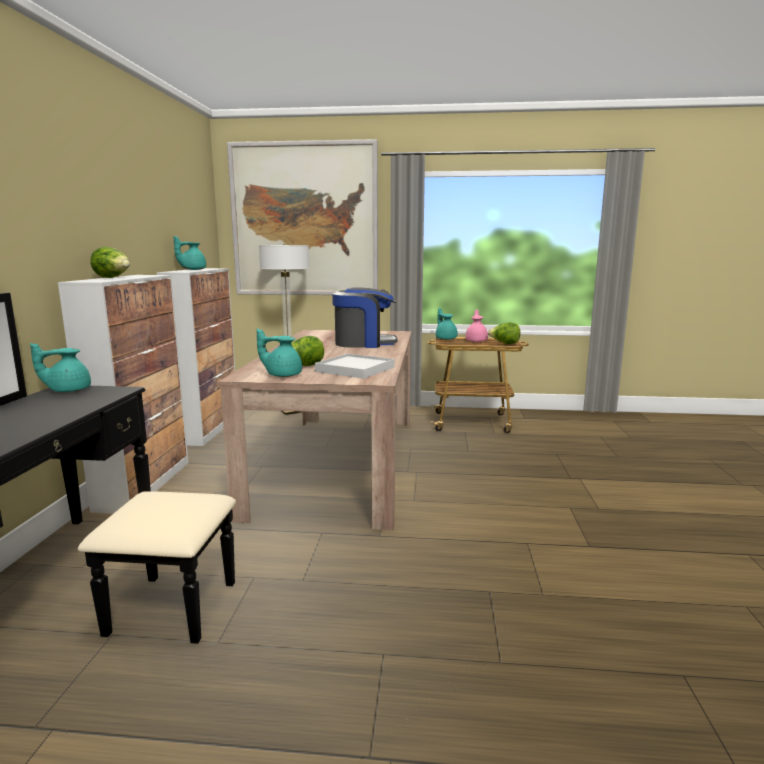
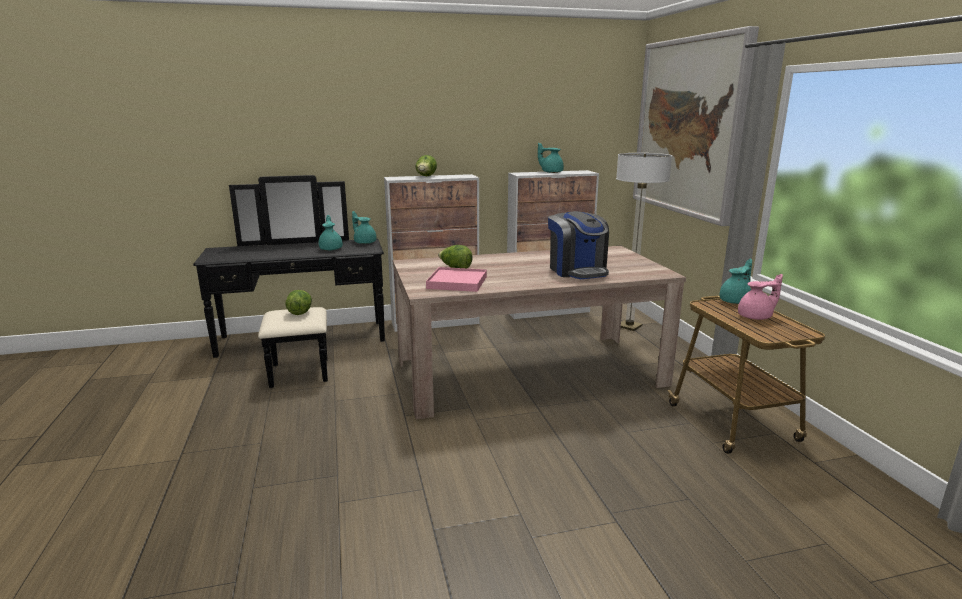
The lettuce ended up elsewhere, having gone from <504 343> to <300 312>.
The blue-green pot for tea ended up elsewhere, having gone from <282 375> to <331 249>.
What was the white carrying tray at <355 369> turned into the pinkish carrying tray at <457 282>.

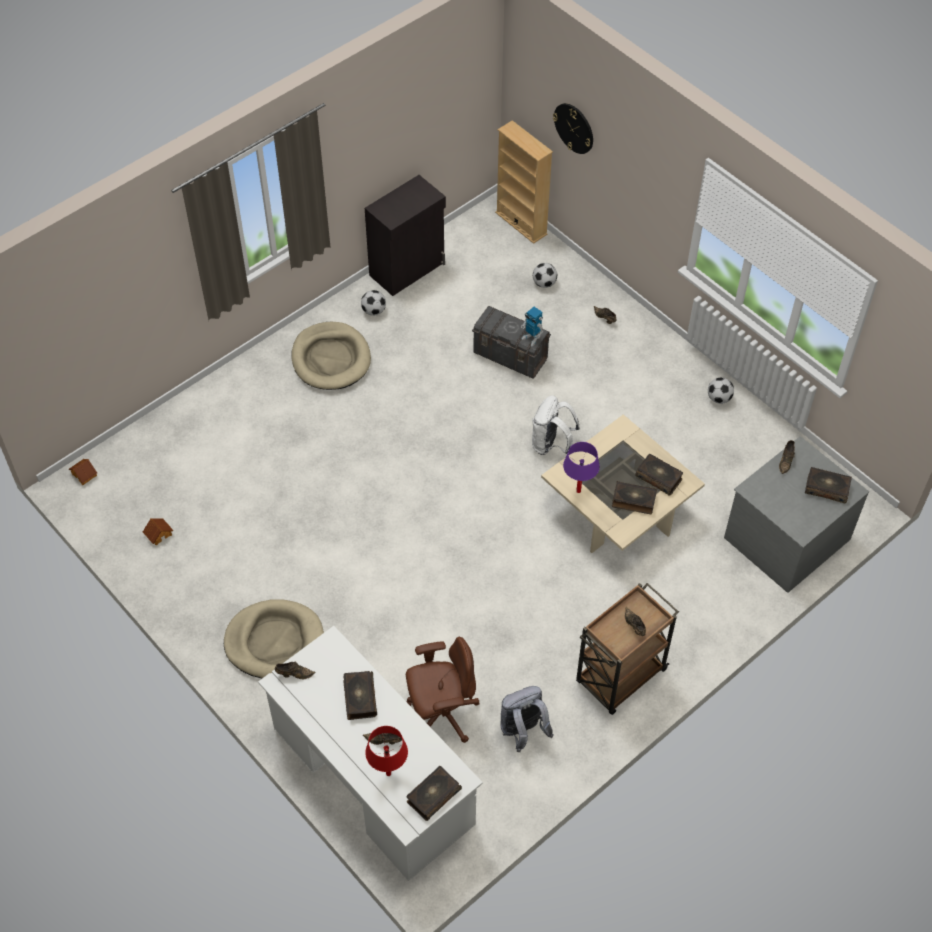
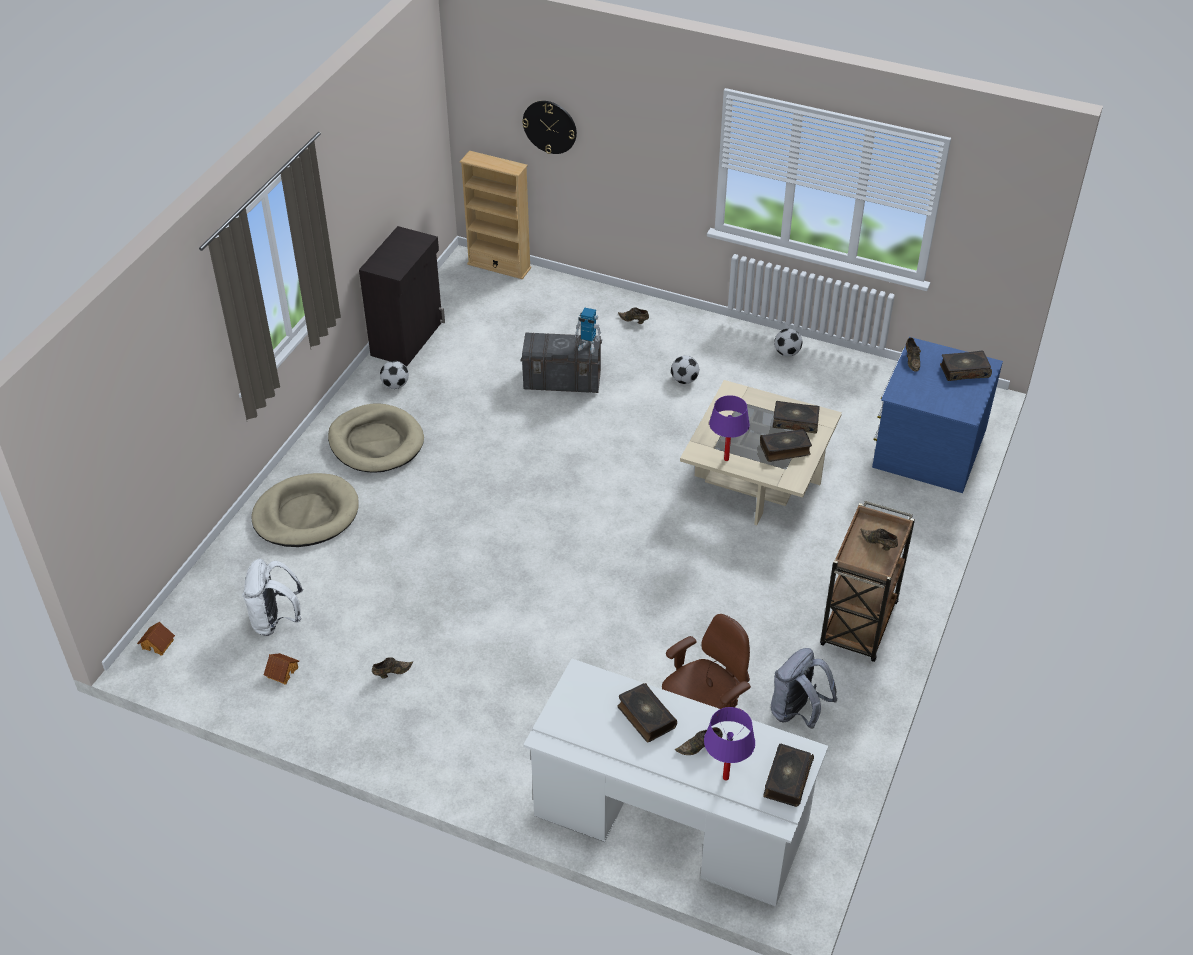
The ball for football ended up elsewhere, having gone from <544 283> to <684 380>.
The white rucksack ended up elsewhere, having gone from <551 444> to <276 620>.
What was the greyish drawer chest at <785 537> turned into the blue drawer chest at <927 447>.
The beige dog bed ended up elsewhere, having gone from <274 641> to <306 514>.
The brown-coloured item of footwear ended up elsewhere, having gone from <294 674> to <391 672>.
What was the red-coloured lamp for a table at <388 774> turned into the purplish lamp for a table at <725 778>.

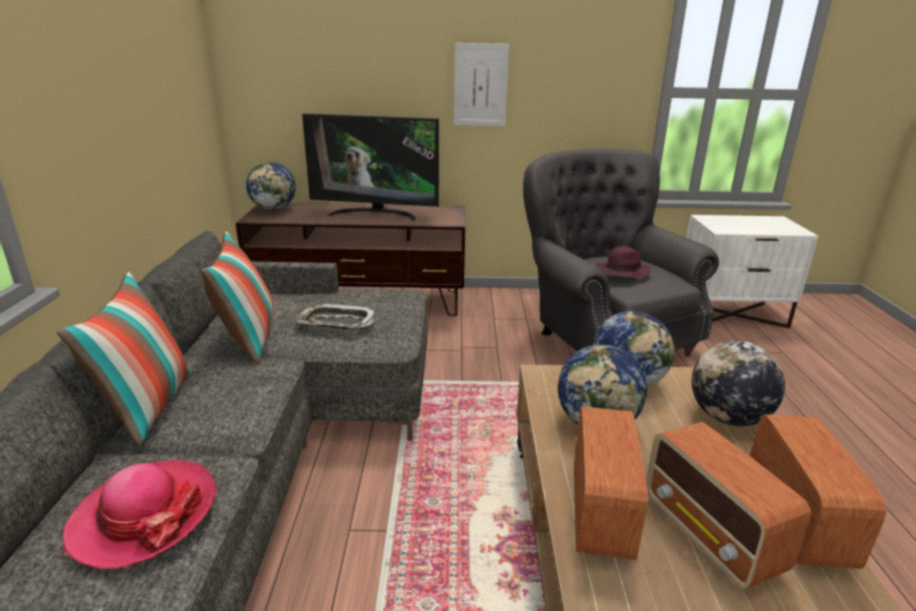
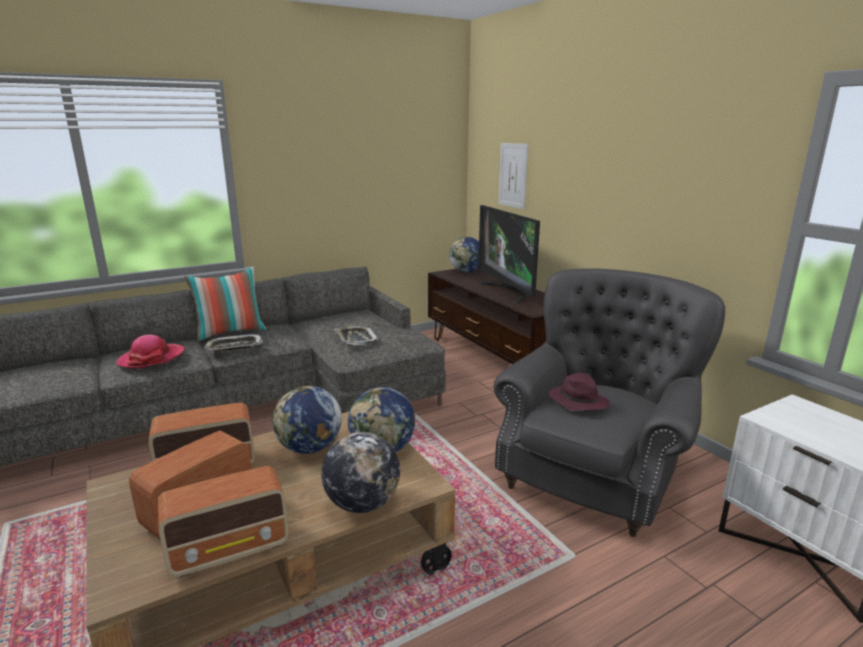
The wall picture ended up elsewhere, having gone from <480 85> to <513 175>.
The second view lost the throw pillow at <248 340>.
The second view gained the carrying tray at <234 347>.

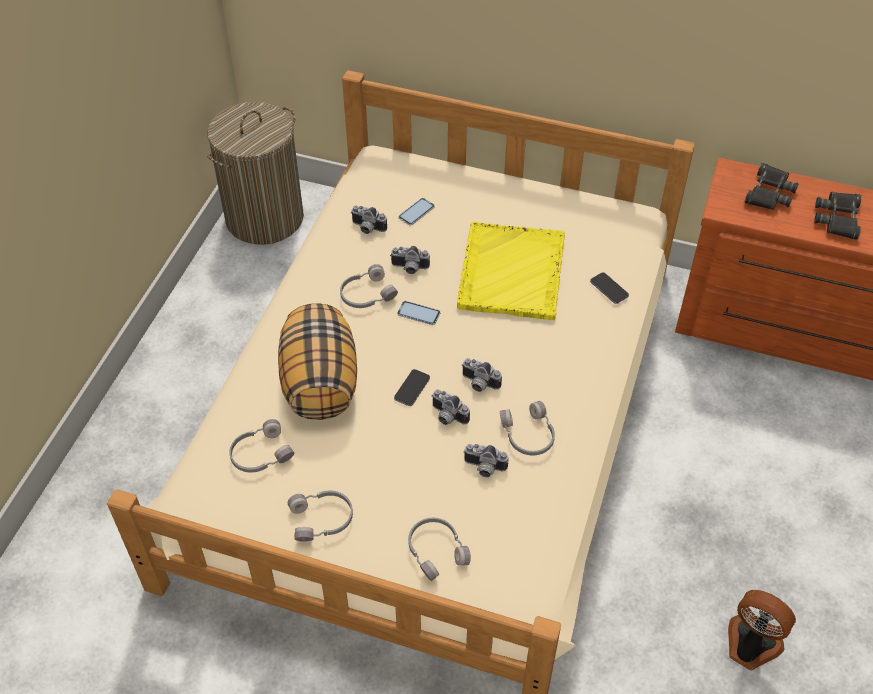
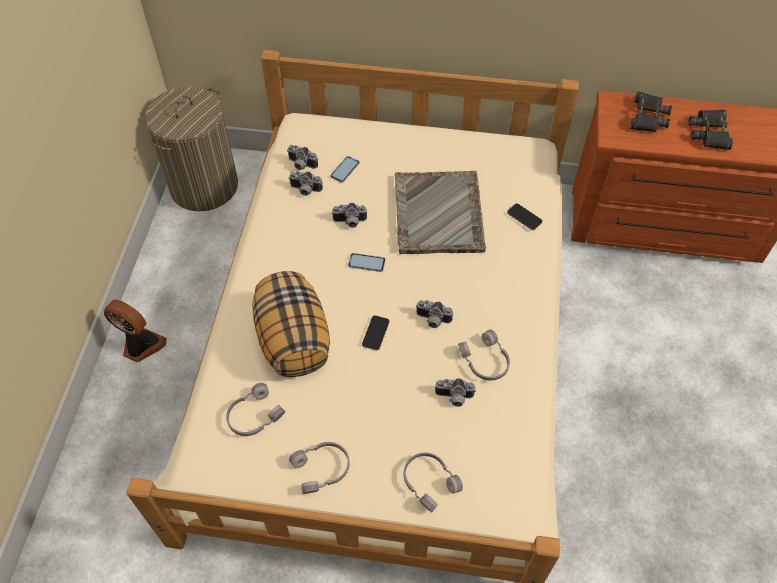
What was the yellow carrying tray at <511 273> turned into the greyish carrying tray at <438 214>.
The second view lost the greyish headset at <366 294>.
The still camera ended up elsewhere, having gone from <447 417> to <301 165>.
The cooling fan ended up elsewhere, having gone from <750 646> to <141 345>.

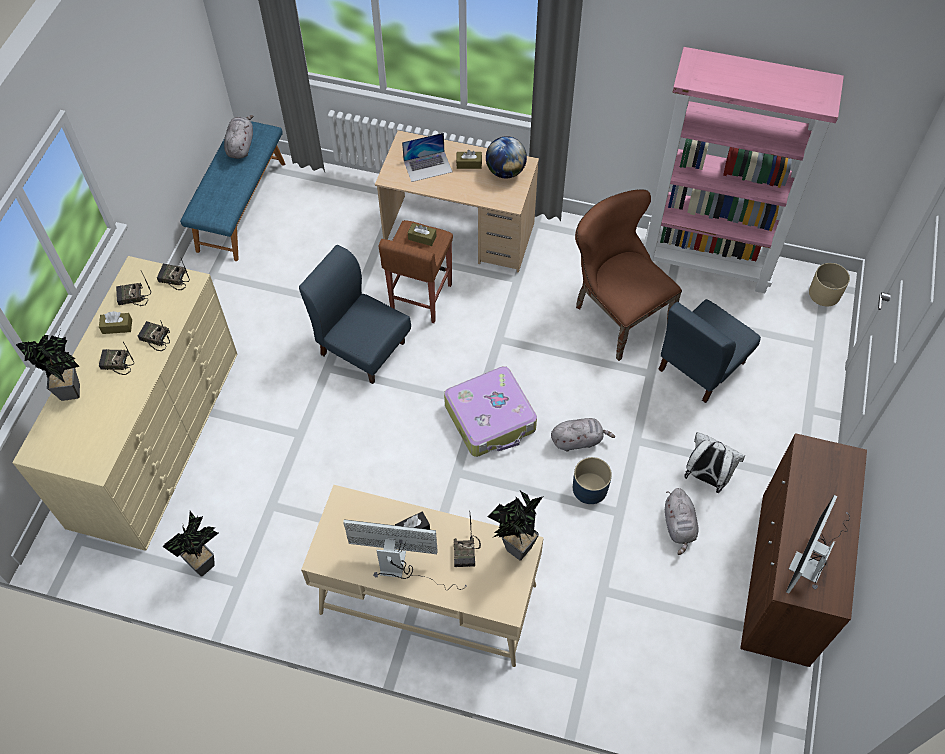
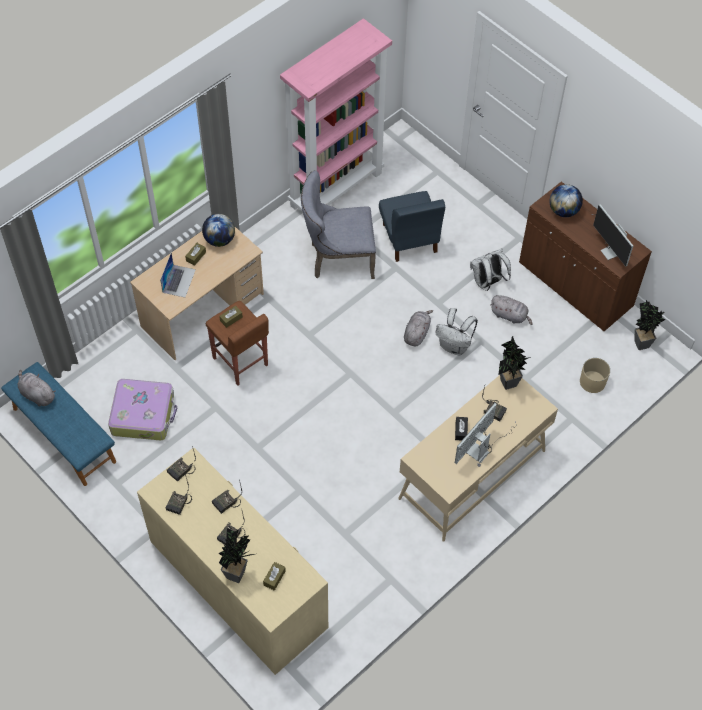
What was the brown-coloured plain chair at <616 313> turned into the greyish plain chair at <337 259>.
The second view lost the blue plain chair at <362 347>.
The beige flower pot ended up elsewhere, having gone from <824 294> to <592 382>.
The brown-coloured tissue box ended up elsewhere, having gone from <117 327> to <274 578>.
The travel case ended up elsewhere, having gone from <491 418> to <143 414>.
Where the blue flower pot stood at <590 488>, the white rucksack came to stand at <454 346>.
The plant in a pot ended up elsewhere, having gone from <207 564> to <642 341>.
The second view gained the desk globe at <563 210>.

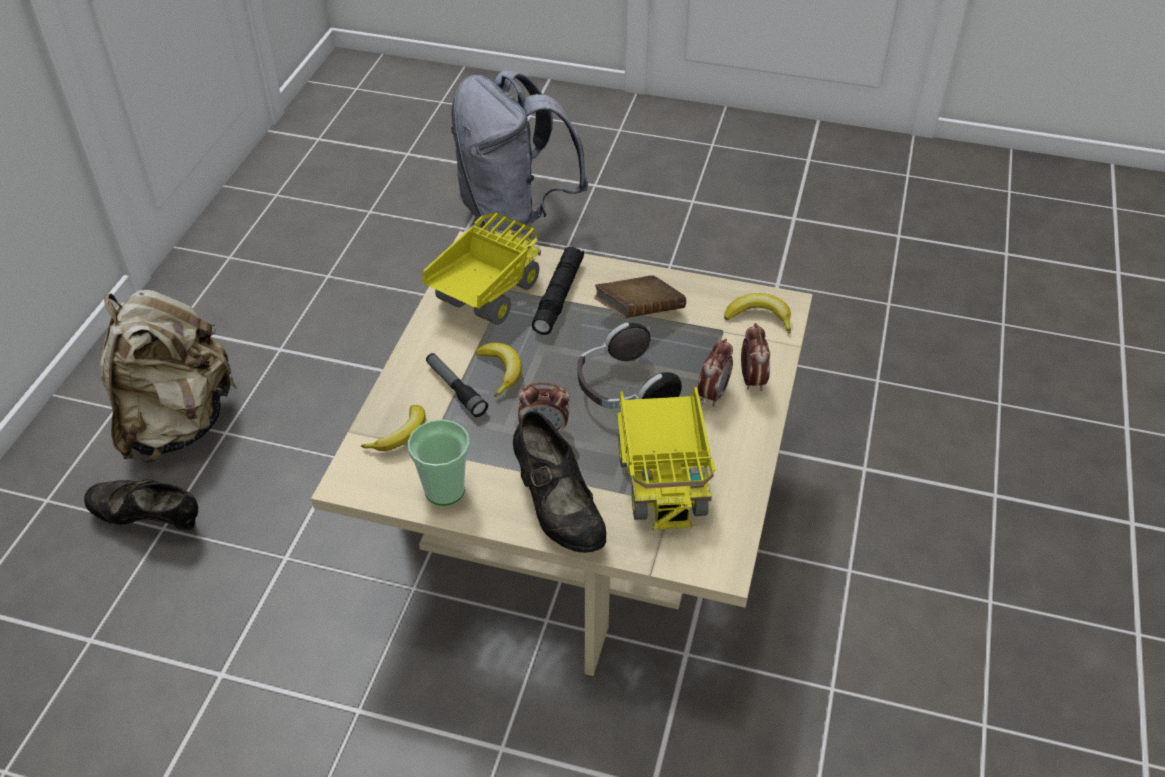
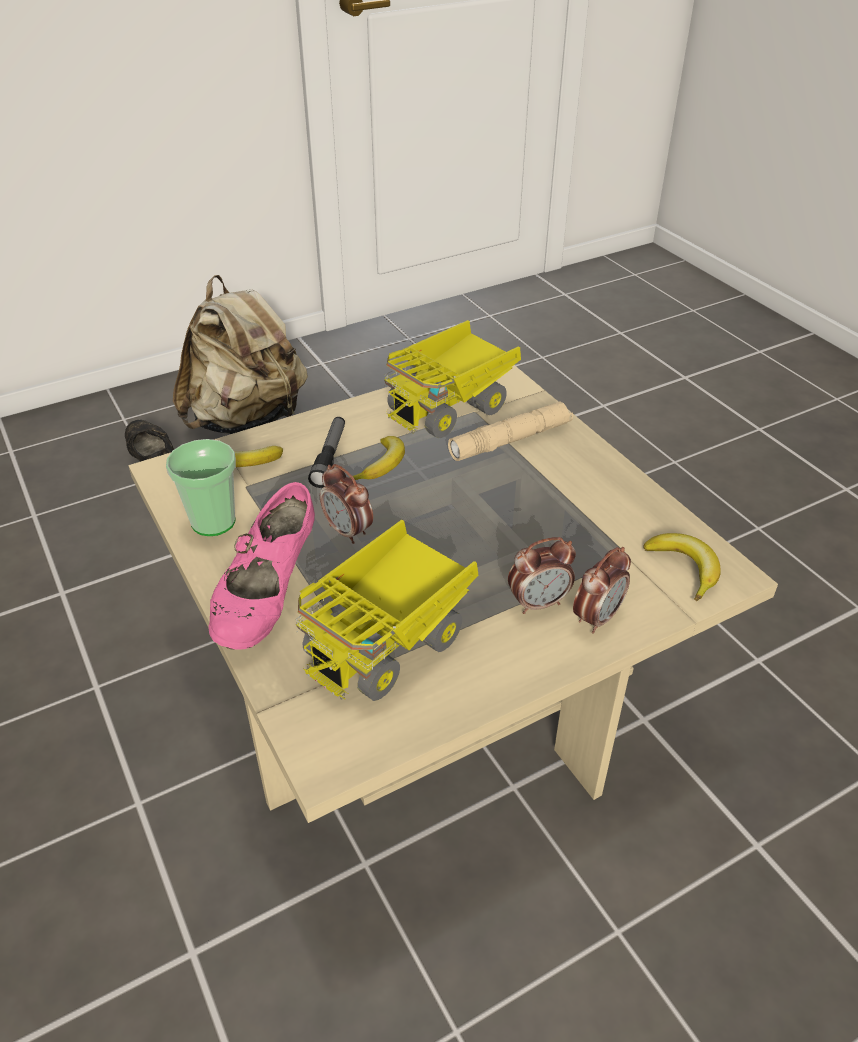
The second view lost the greyish rucksack at <515 220>.
The toy lorry at <485 296> ended up facing another way, 150 degrees clockwise from before.
What was the blackish hand torch at <558 296> turned into the beige hand torch at <510 440>.
The second view lost the brown-coloured volume at <639 313>.
The second view lost the headset at <622 389>.
What was the blackish item of footwear at <557 509> turned into the pinkish item of footwear at <268 598>.

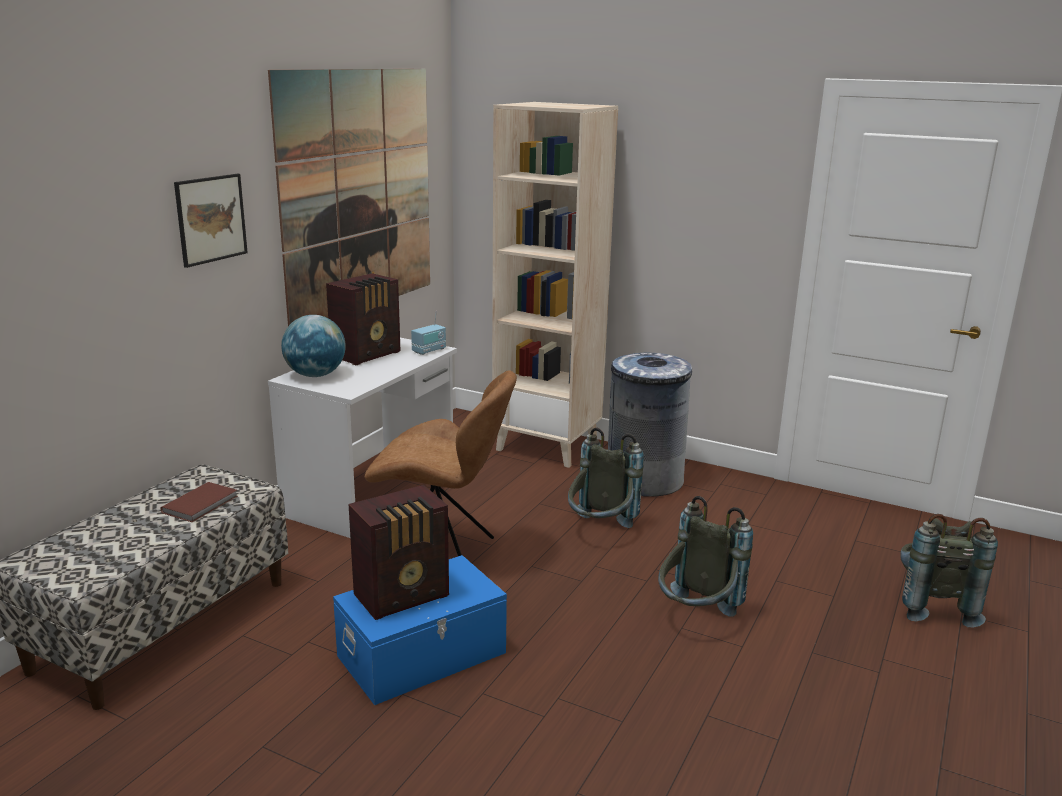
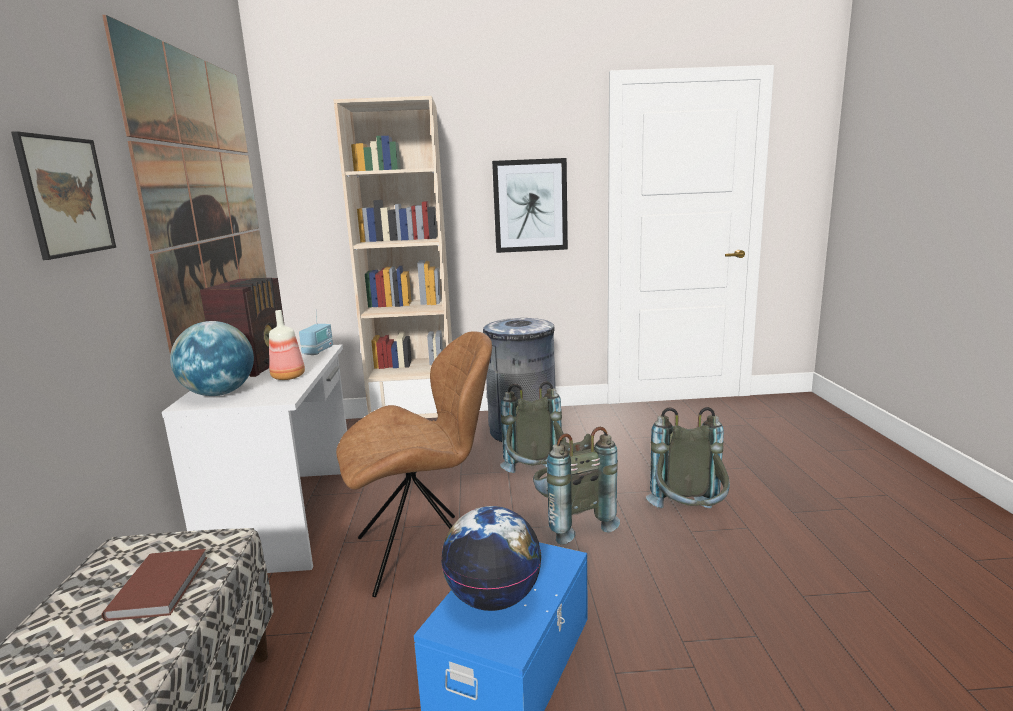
Where the radio stood at <404 596>, the desk globe came to stand at <494 599>.
The greyish rucksack ended up elsewhere, having gone from <931 605> to <571 522>.
The second view gained the wall picture at <530 206>.
The second view gained the beverage bottle at <289 376>.

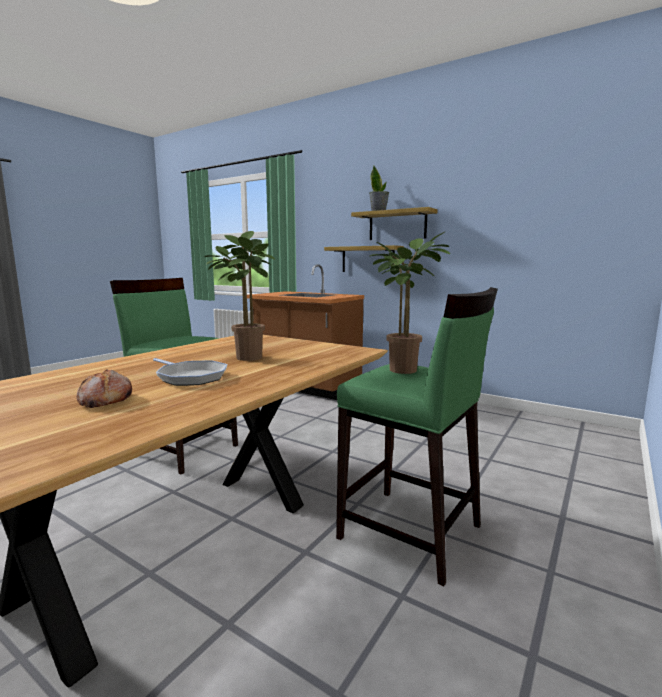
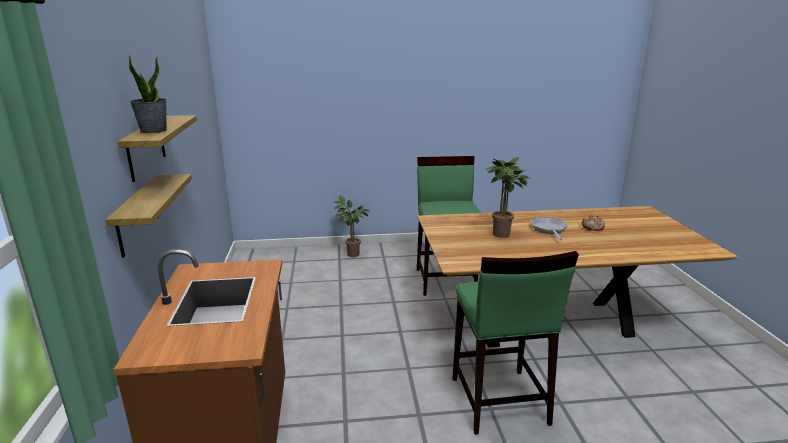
The plant in a pot ended up elsewhere, having gone from <404 369> to <351 255>.

